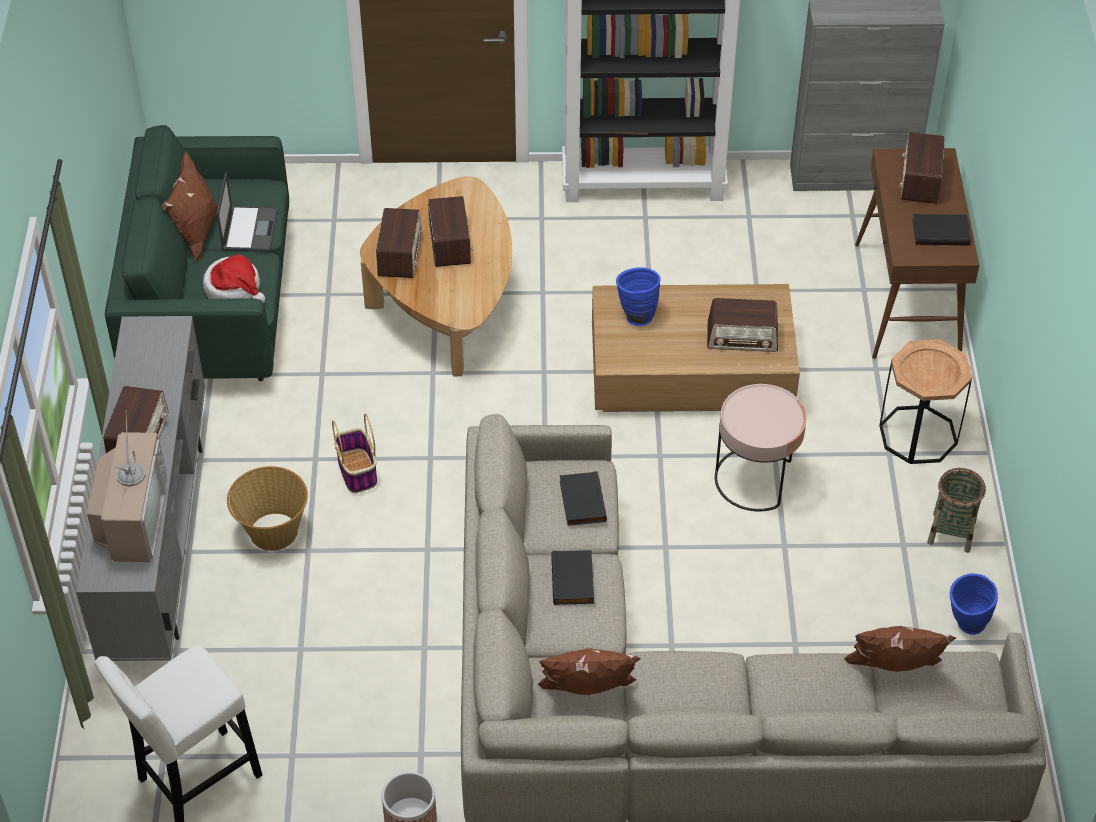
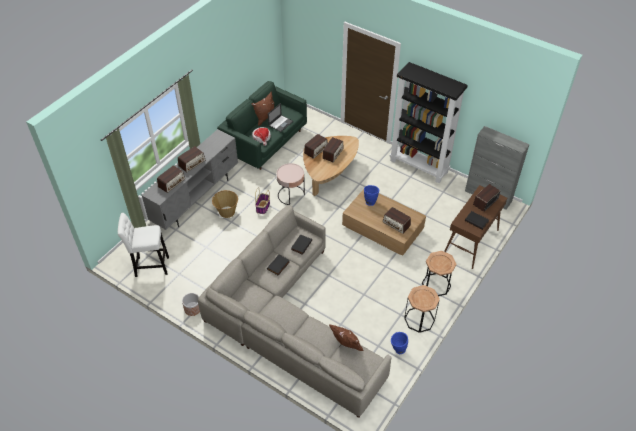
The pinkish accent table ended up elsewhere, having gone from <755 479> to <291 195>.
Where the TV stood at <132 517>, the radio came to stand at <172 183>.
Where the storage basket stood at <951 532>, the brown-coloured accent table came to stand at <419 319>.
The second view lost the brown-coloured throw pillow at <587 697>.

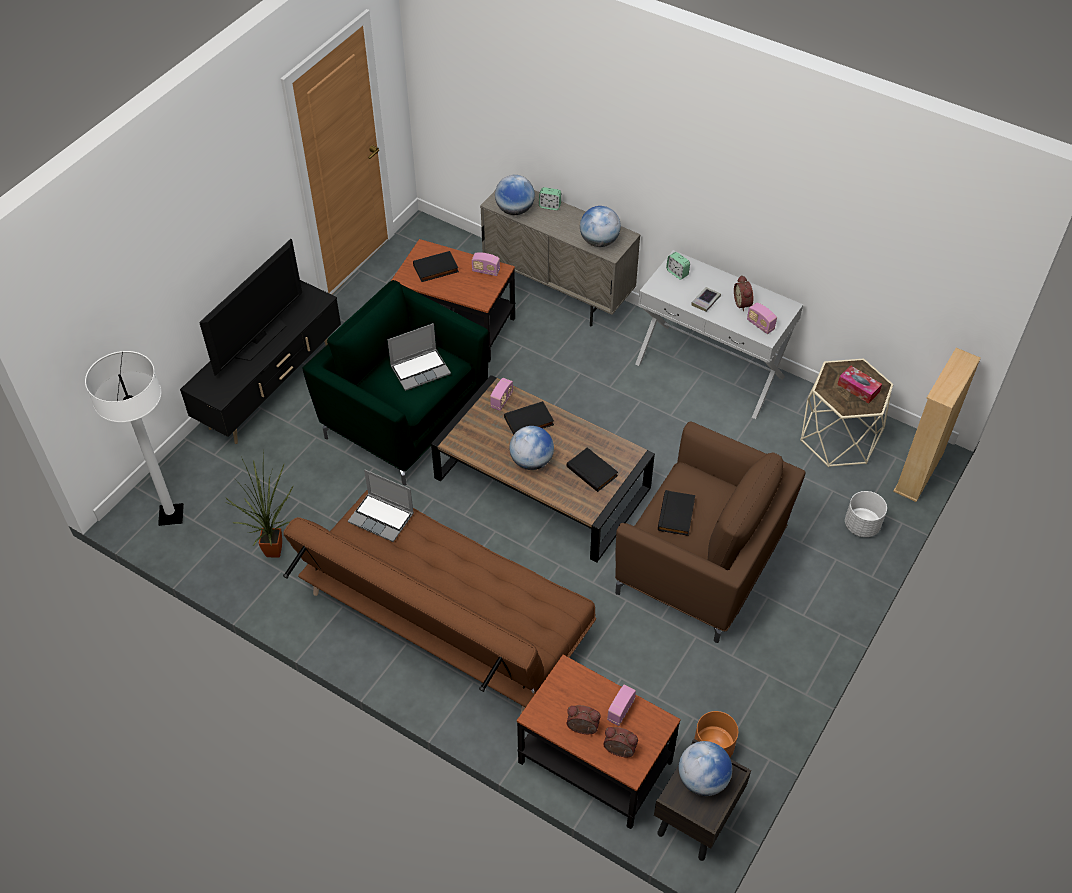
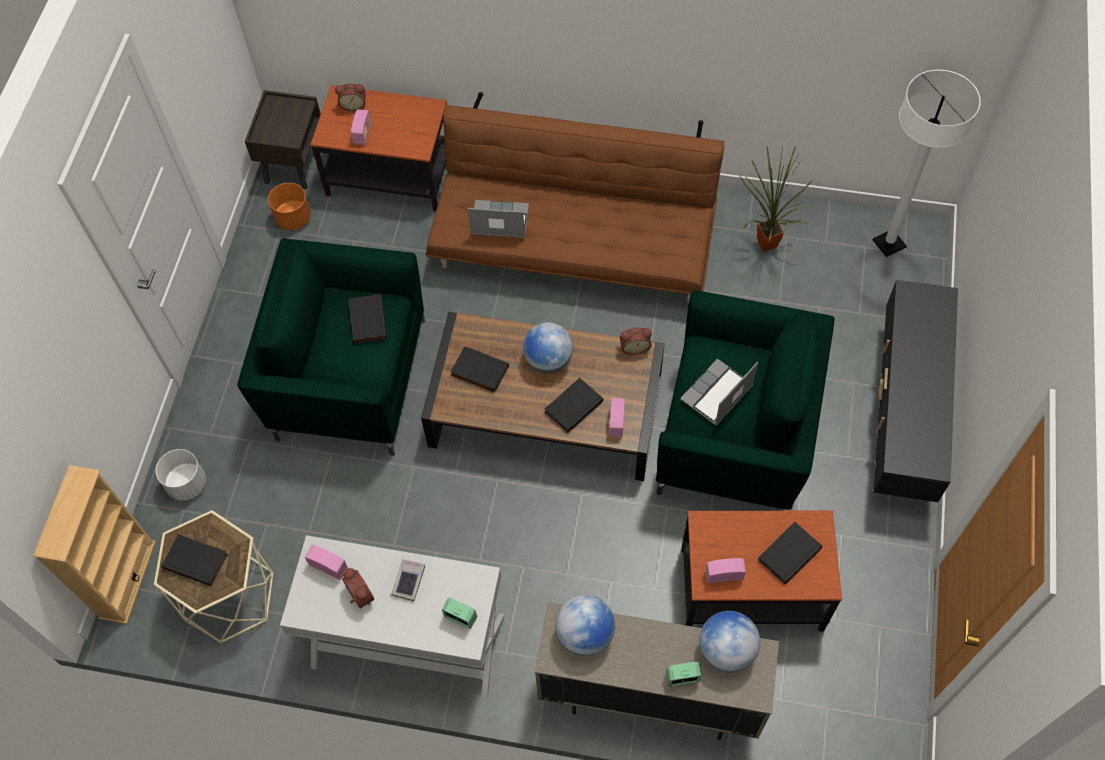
The second view lost the TV at <259 338>.
Where the tissue box stood at <858 388>, the blackish volume came to stand at <196 560>.
What was the brown-coloured easy chair at <701 565> turned into the green easy chair at <348 377>.
The portable computer ended up elsewhere, having gone from <382 518> to <499 221>.
The alarm clock ended up elsewhere, having gone from <582 729> to <634 347>.
The second view lost the desk globe at <702 779>.

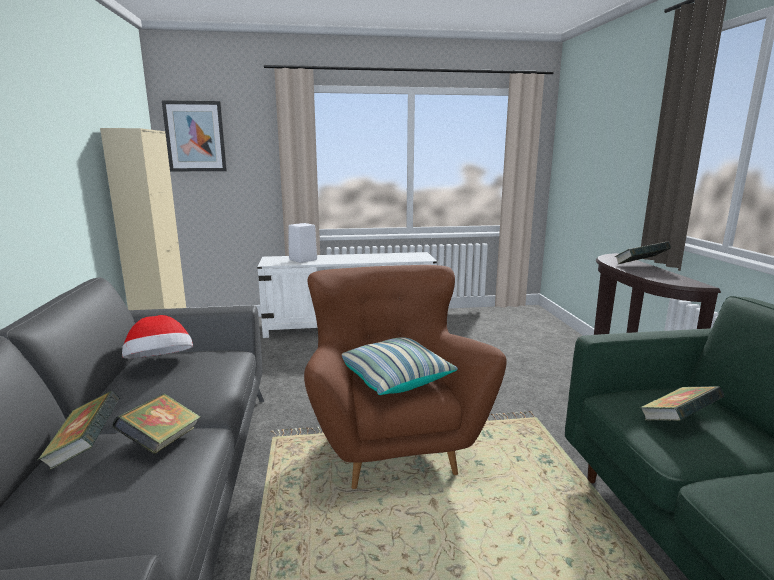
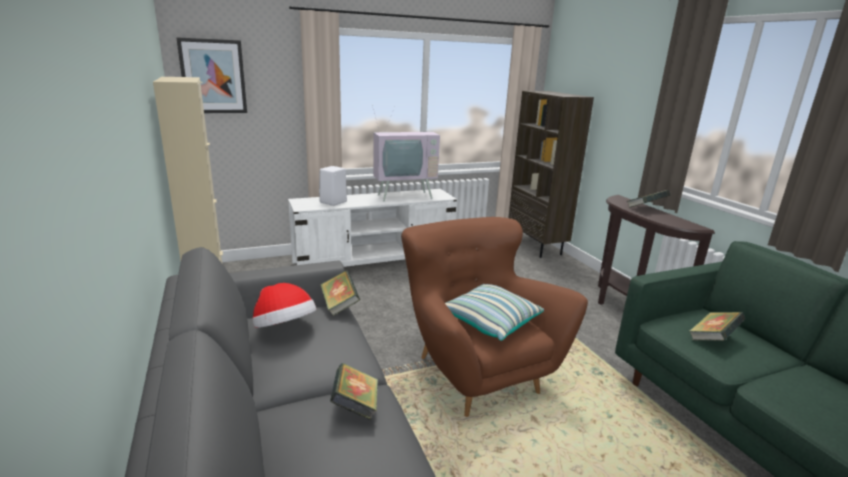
The volume ended up elsewhere, having gone from <85 449> to <339 305>.
The second view gained the brown-coloured bookshelf at <536 246>.
The second view gained the TV at <403 195>.

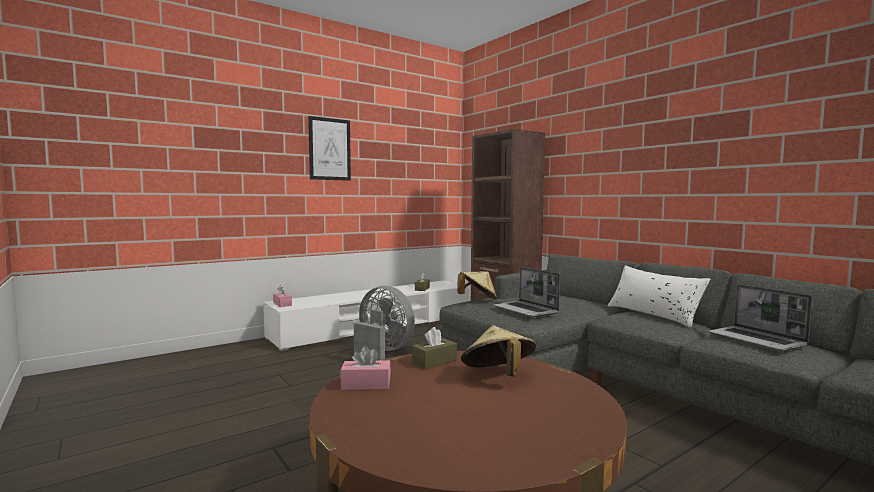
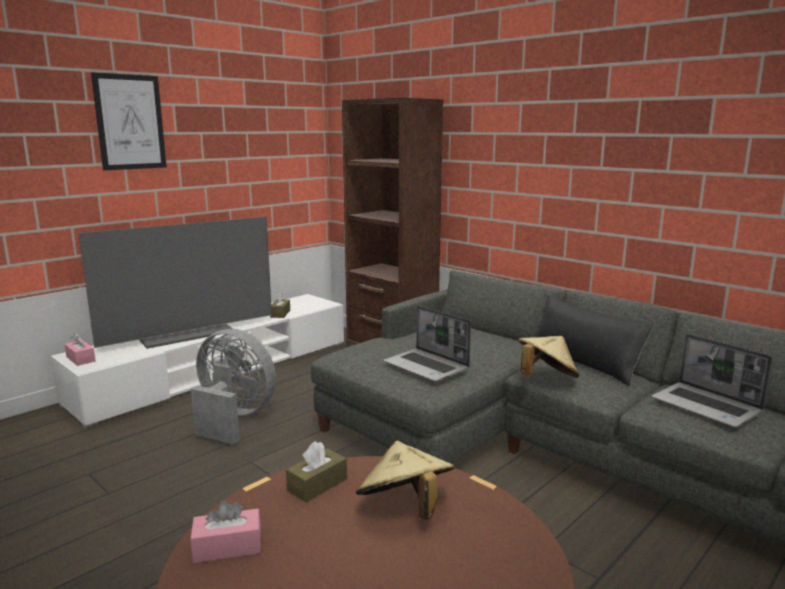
What was the white throw pillow at <653 314> turned into the blackish throw pillow at <583 362>.
The beige wearable hat ended up elsewhere, having gone from <477 299> to <546 378>.
The second view gained the TV at <187 333>.

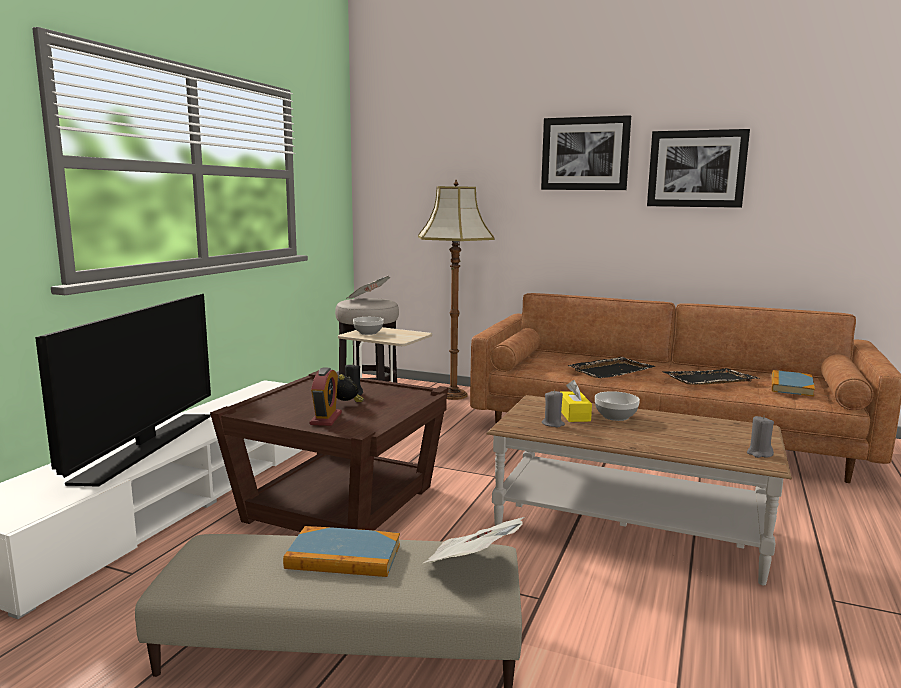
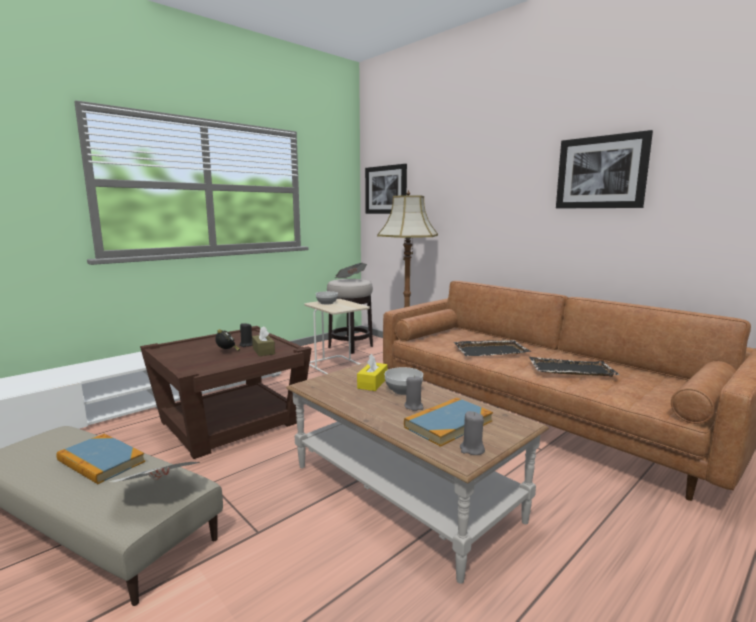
The wall picture ended up elsewhere, having gone from <585 154> to <386 190>.
The second view lost the TV at <146 447>.
The second view lost the alarm clock at <326 419>.
The volume ended up elsewhere, having gone from <791 386> to <448 424>.
The greyish wax candle ended up elsewhere, having gone from <553 424> to <414 406>.
The second view gained the brown-coloured tissue box at <263 351>.

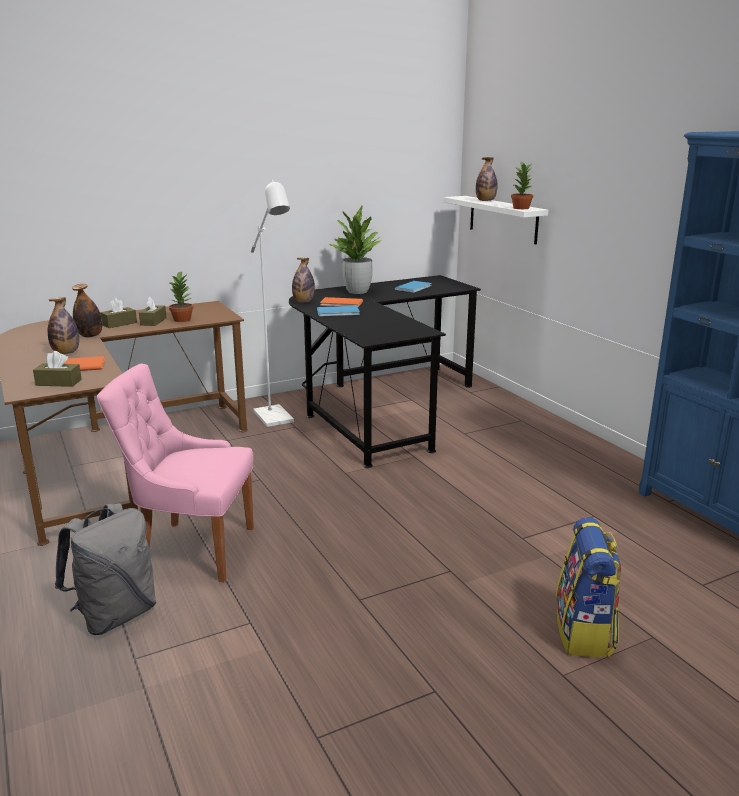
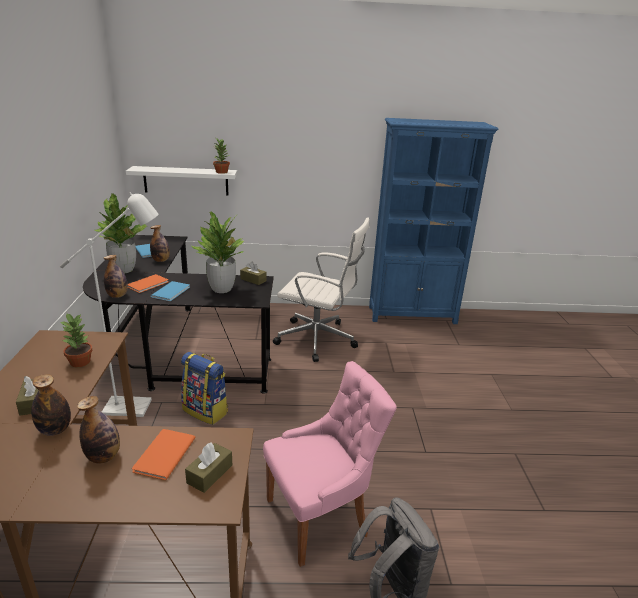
The beverage bottle ended up elsewhere, having gone from <485 201> to <161 260>.
The brown-coloured tissue box ended up elsewhere, having gone from <153 321> to <253 280>.
The pinkish plain chair at <192 549> ended up facing another way, 150 degrees counterclockwise from before.
The rucksack ended up elsewhere, having gone from <584 633> to <206 411>.
The second view gained the plant in a pot at <222 289>.
The second view gained the white office chair at <318 340>.

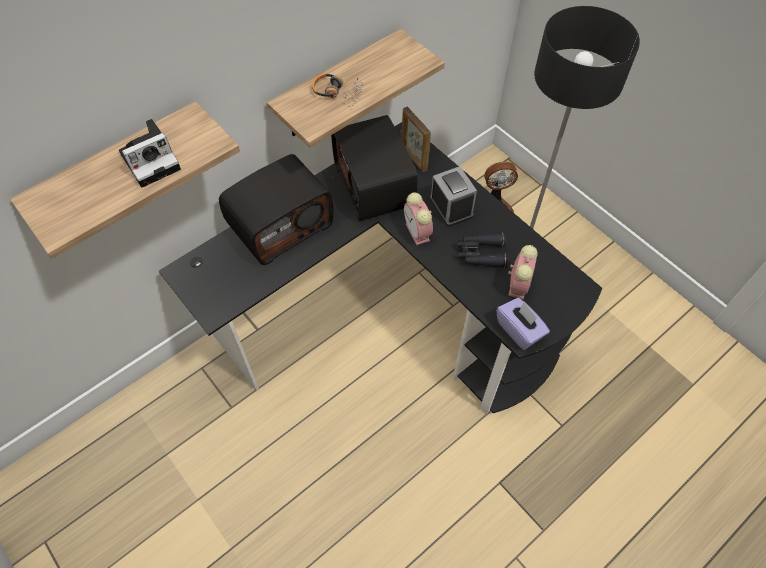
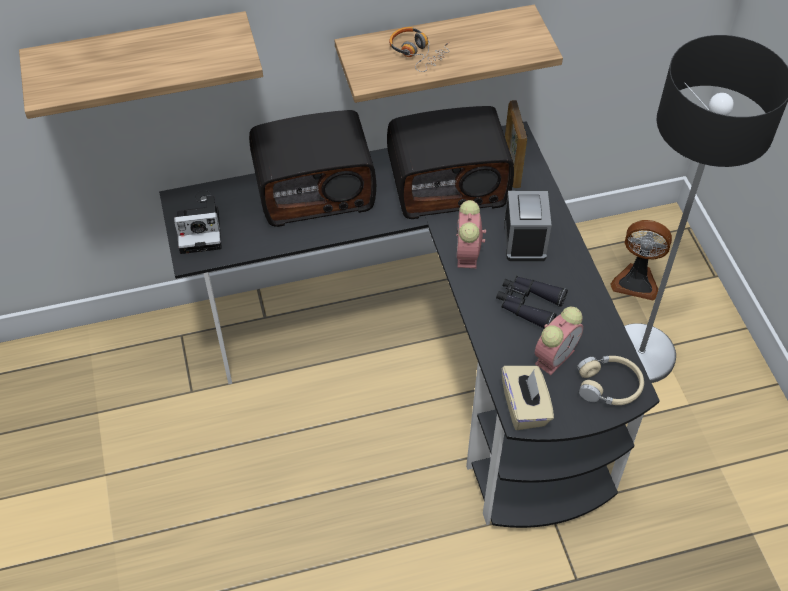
The radio at <376 185> ended up facing another way, 105 degrees counterclockwise from before.
The still camera ended up elsewhere, having gone from <152 160> to <202 231>.
What was the purplish tissue box at <519 330> turned into the beige tissue box at <525 407>.
The second view gained the beige headset at <609 386>.

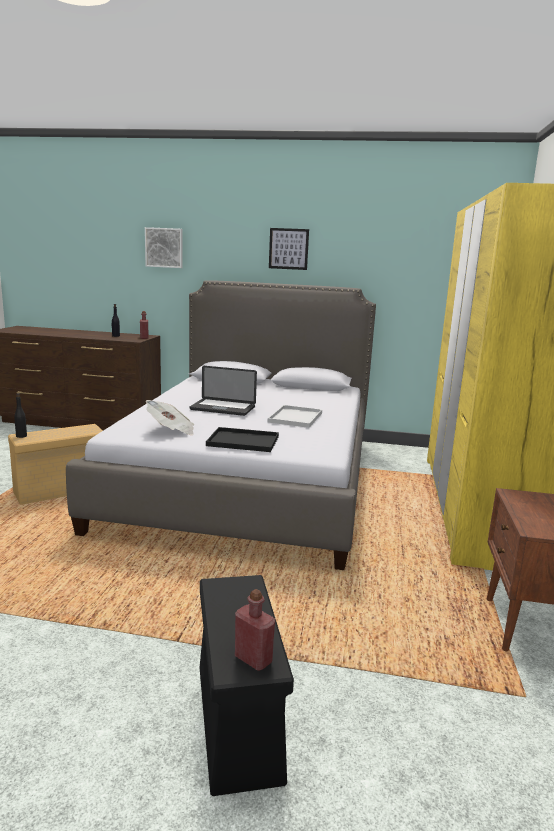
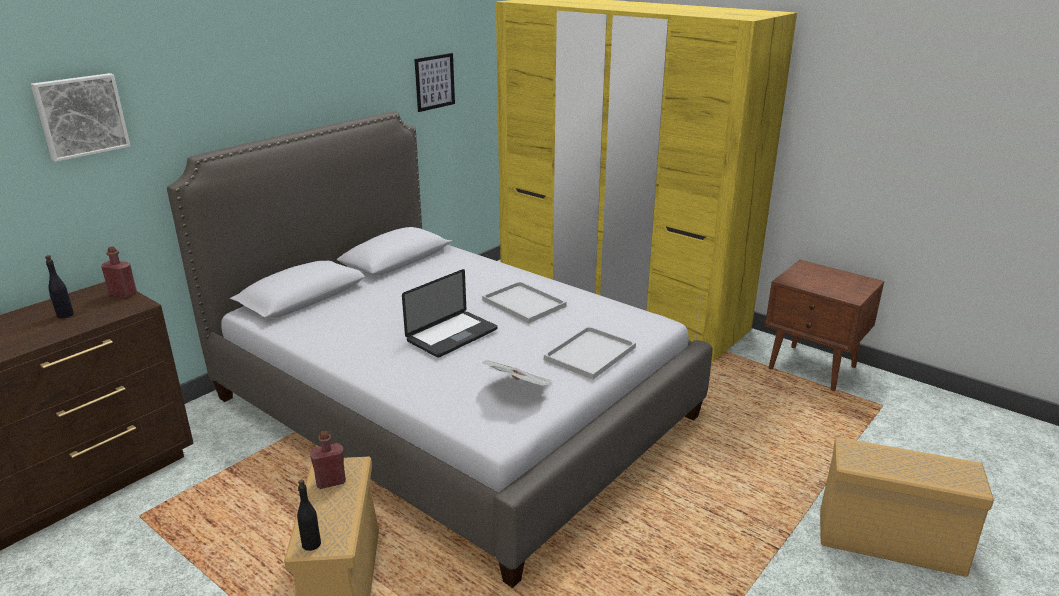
The wall picture ended up elsewhere, having gone from <288 249> to <434 82>.
What was the blackish carrying tray at <244 441> turned into the white carrying tray at <590 353>.
What was the blackish storage container at <239 722> turned into the beige storage container at <892 542>.
The red-coloured beverage bottle ended up elsewhere, having gone from <253 659> to <331 482>.

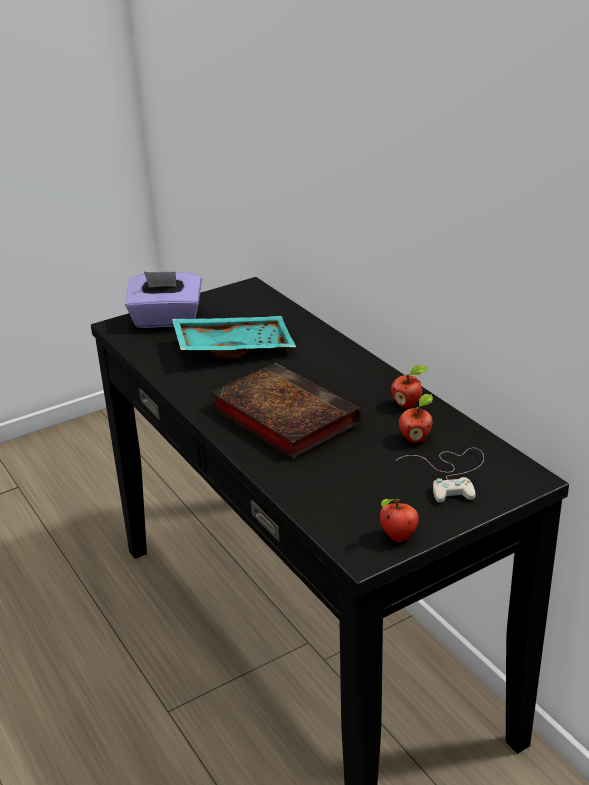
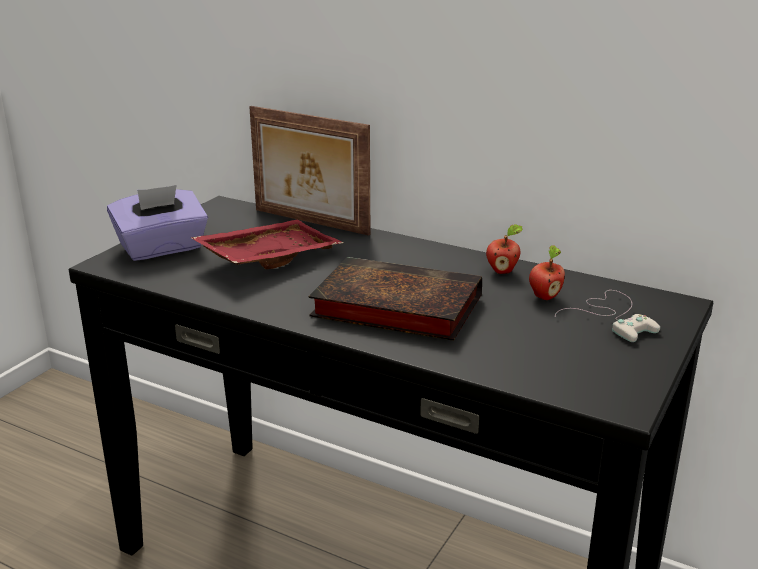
What was the blue-green carrying tray at <233 347> turned into the red-coloured carrying tray at <268 258>.
The second view lost the apple at <397 538>.
The second view gained the photo frame at <309 222>.

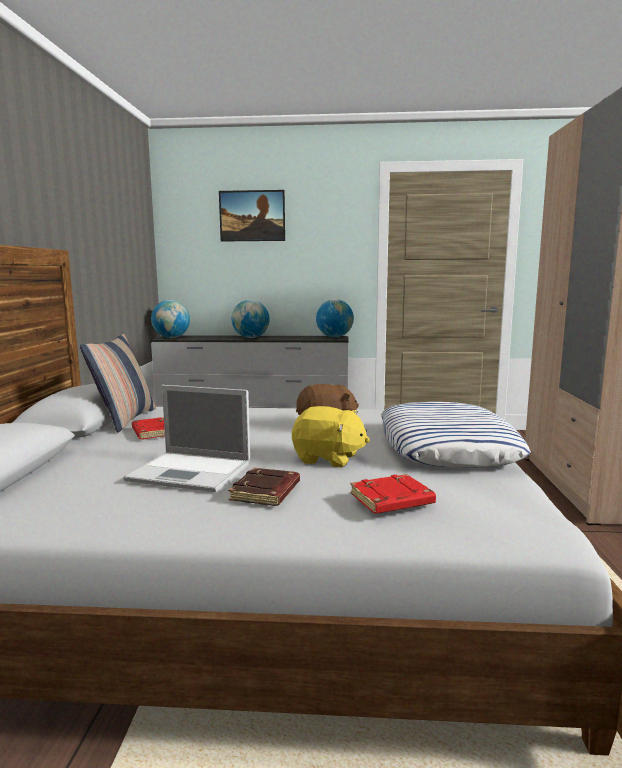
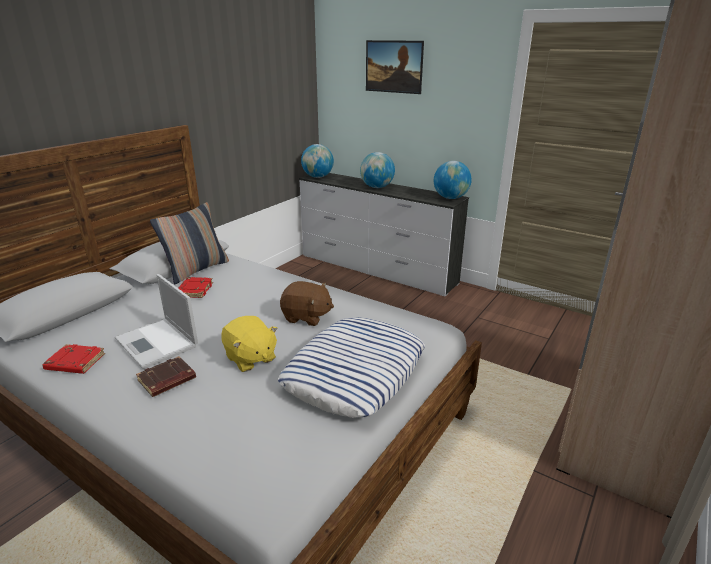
The red-coloured volume ended up elsewhere, having gone from <391 500> to <74 363>.

